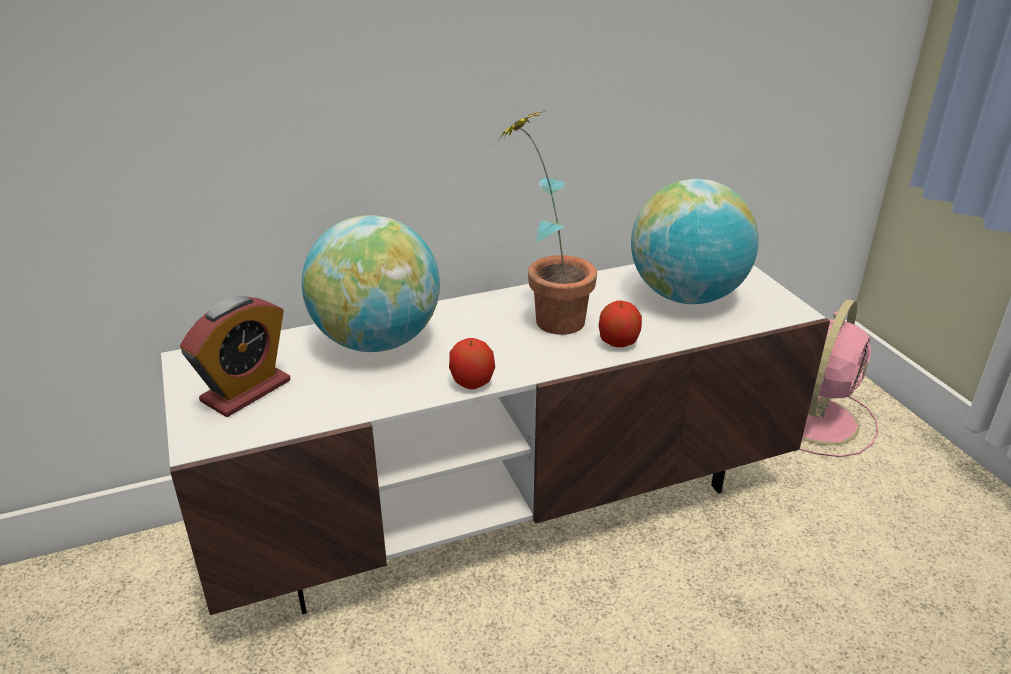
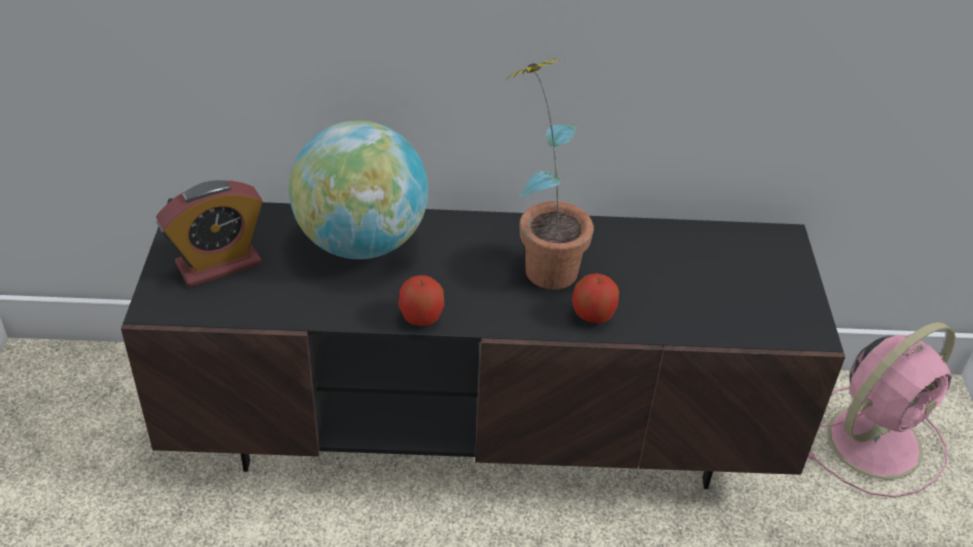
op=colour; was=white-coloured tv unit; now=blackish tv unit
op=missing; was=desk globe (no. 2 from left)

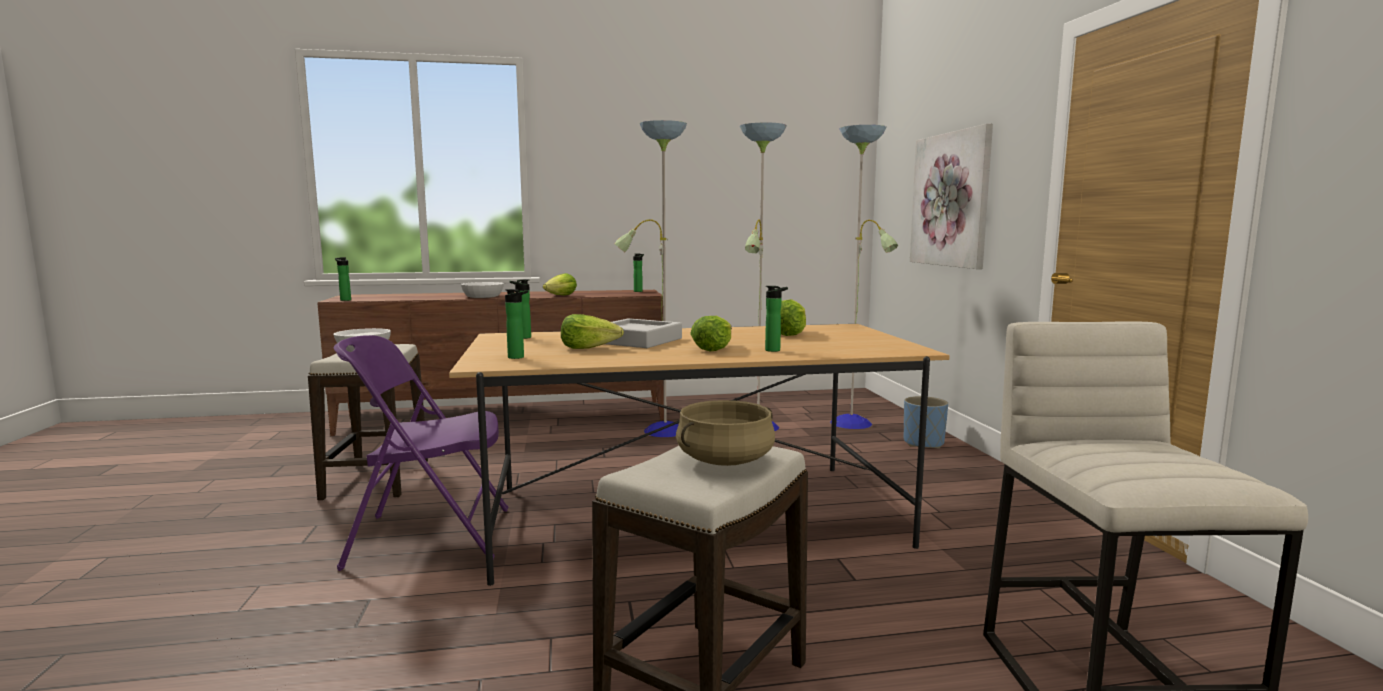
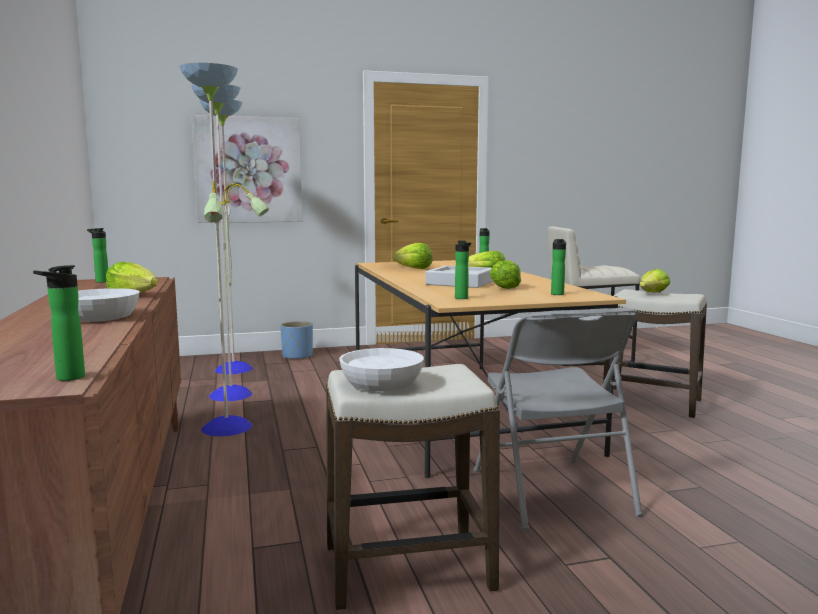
op=colour; was=purple-coloured chair; now=grey chair
op=exchanged; was=sand-coloured stockpot; now=lettuce head (no. 5 from left)

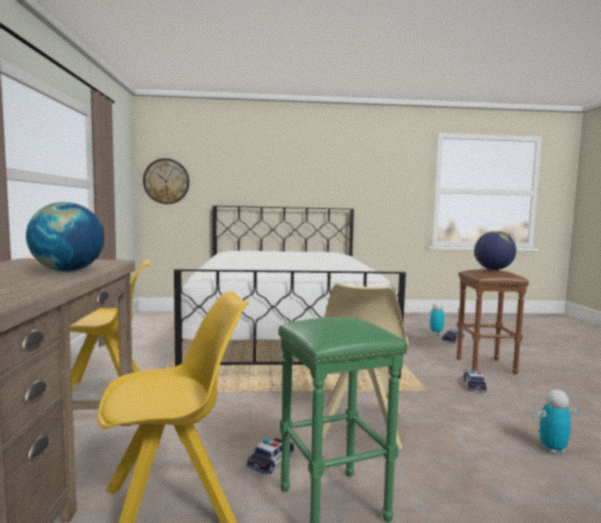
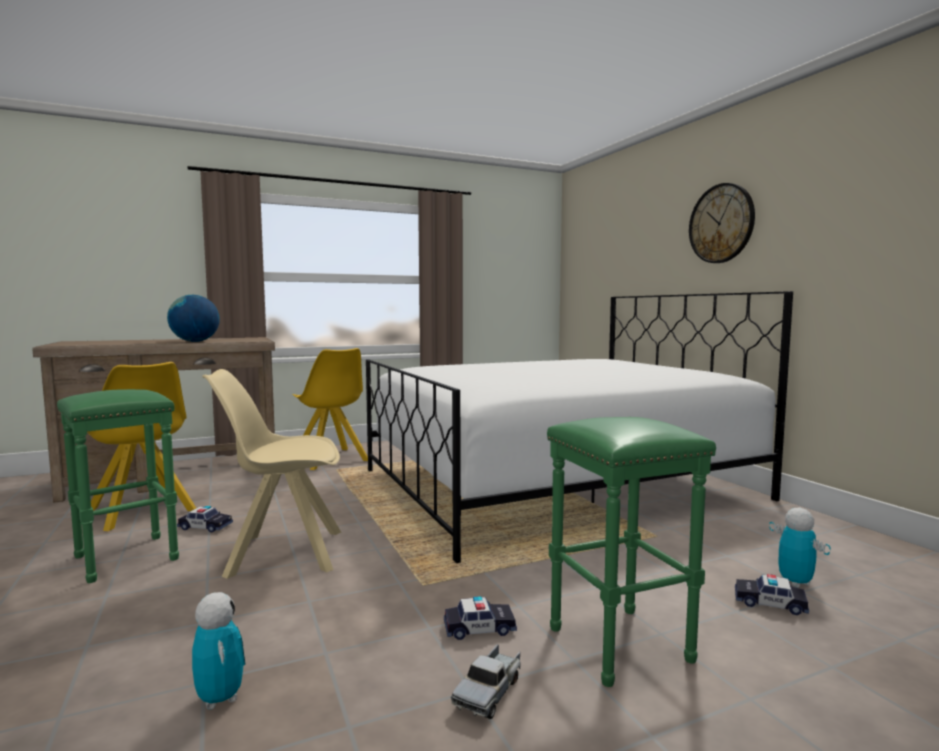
op=relocated; was=hanging clock
op=colour; was=brown-coloured stool; now=green stool (no. 2 from left)
op=missing; was=desk globe (no. 2 from left)
op=appeared; now=toy truck

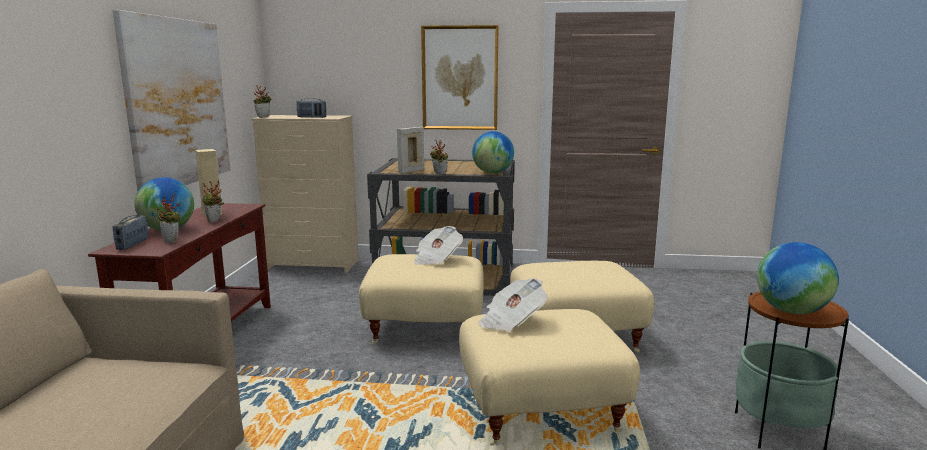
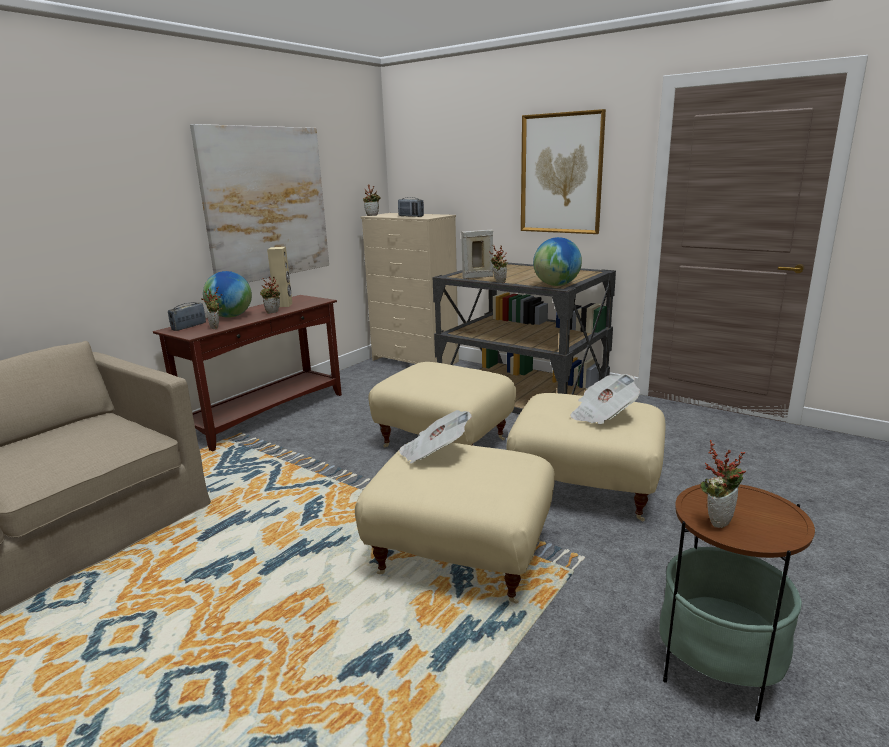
op=relocated; was=newspaper (no. 1 from left in the first image); now=newspaper (no. 2 from left)
op=exchanged; was=desk globe (no. 3 from left); now=potted plant (no. 5 from left)

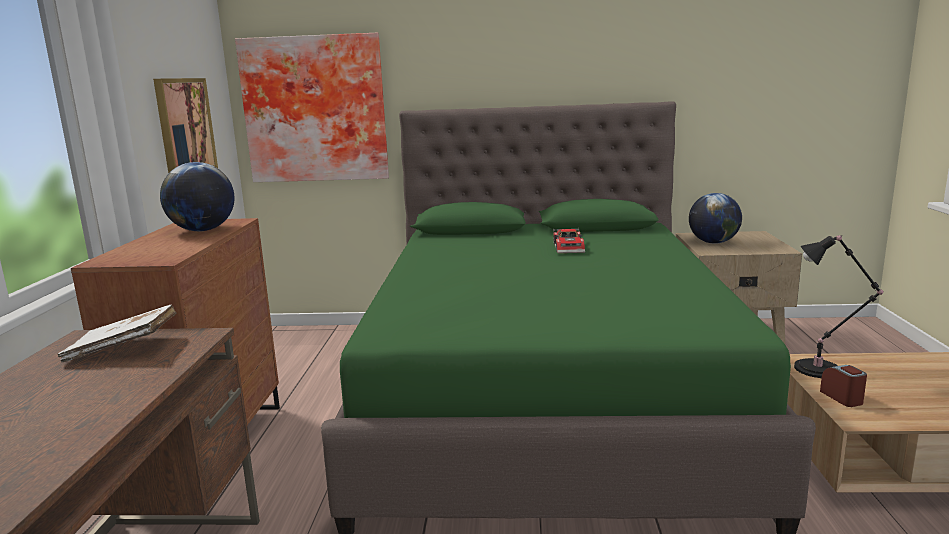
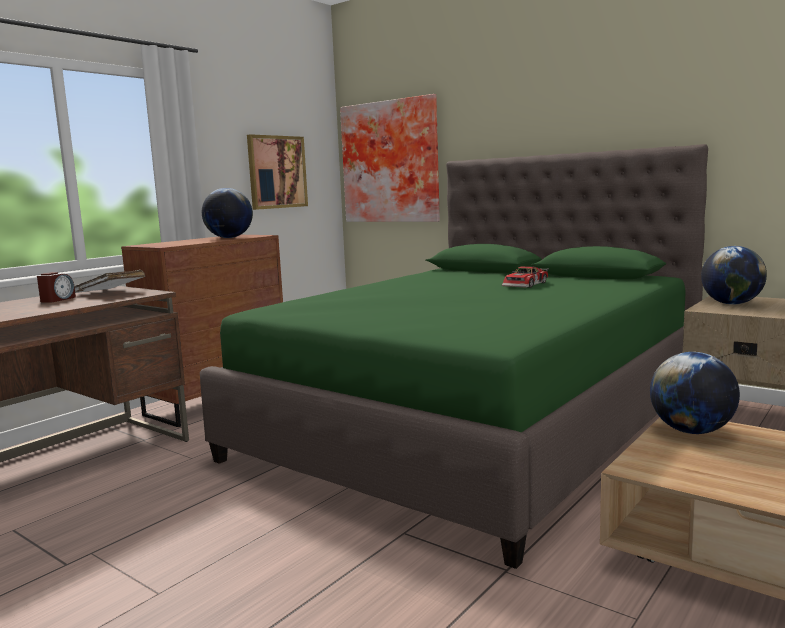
op=exchanged; was=blackish lamp for a table; now=desk globe (no. 2 from left)
op=relocated; was=alarm clock

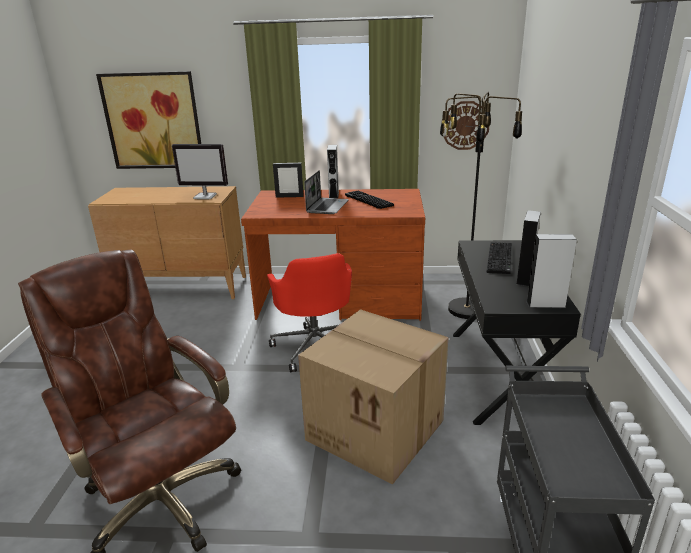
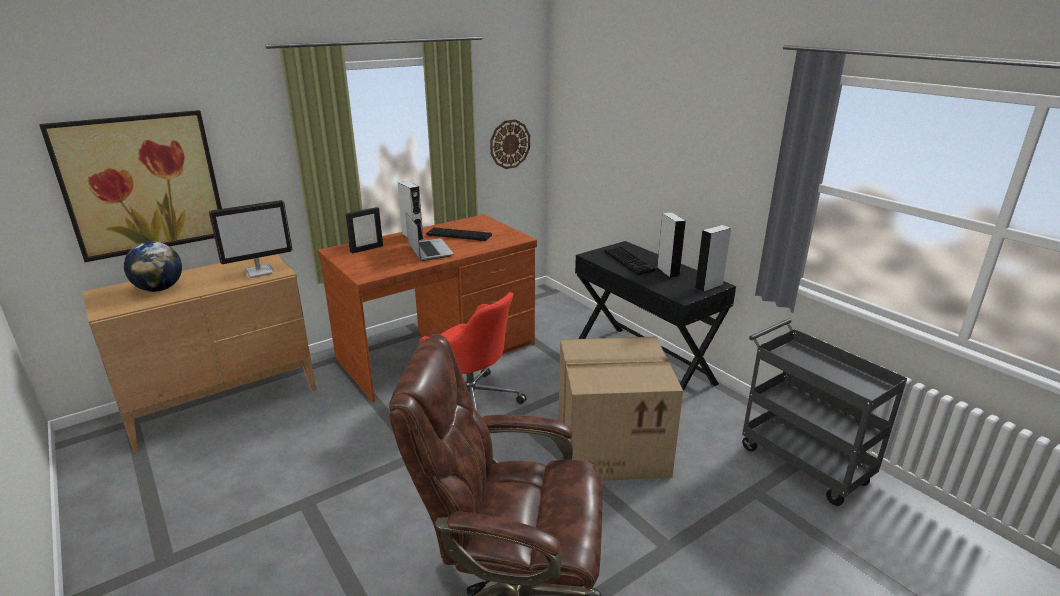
op=missing; was=floor lamp
op=appeared; now=desk globe

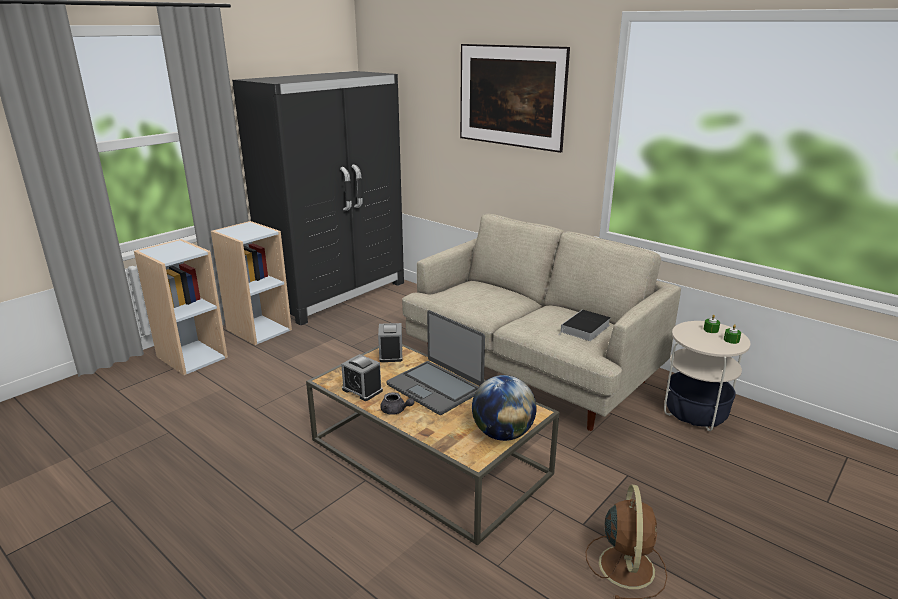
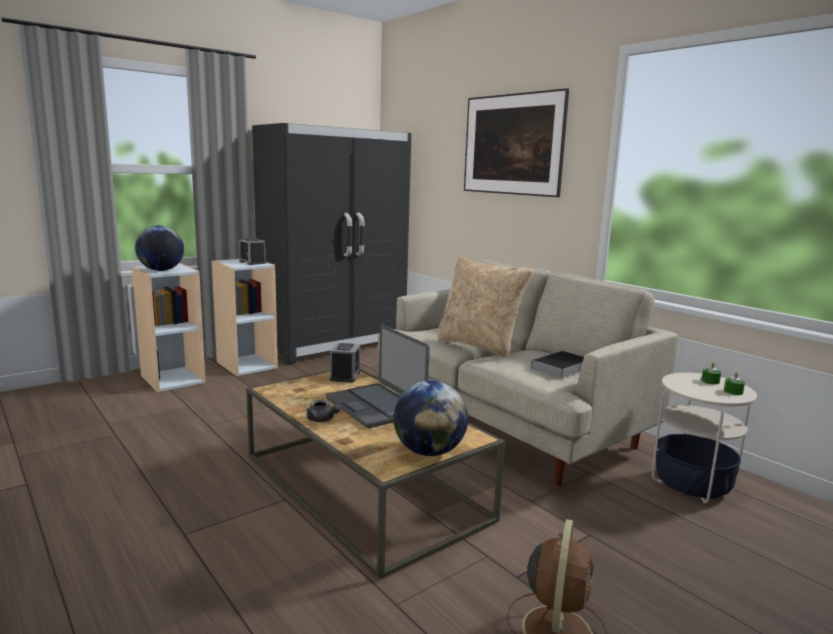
op=relocated; was=alarm clock (no. 1 from left)
op=appeared; now=desk globe (no. 1 from left)
op=appeared; now=sand-coloured throw pillow

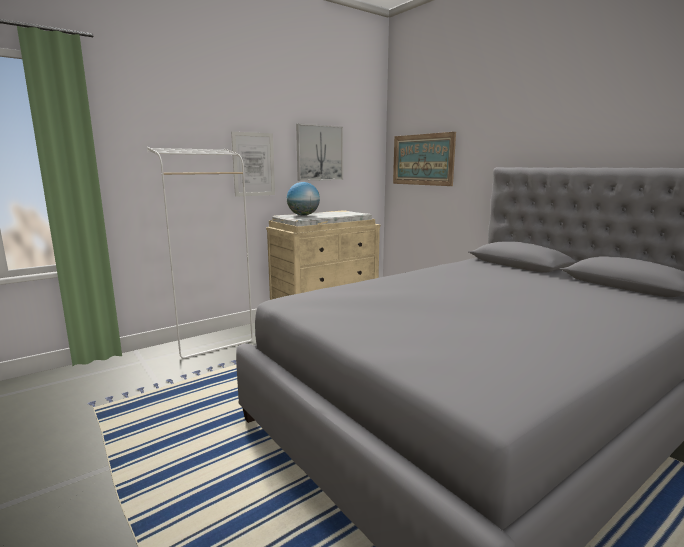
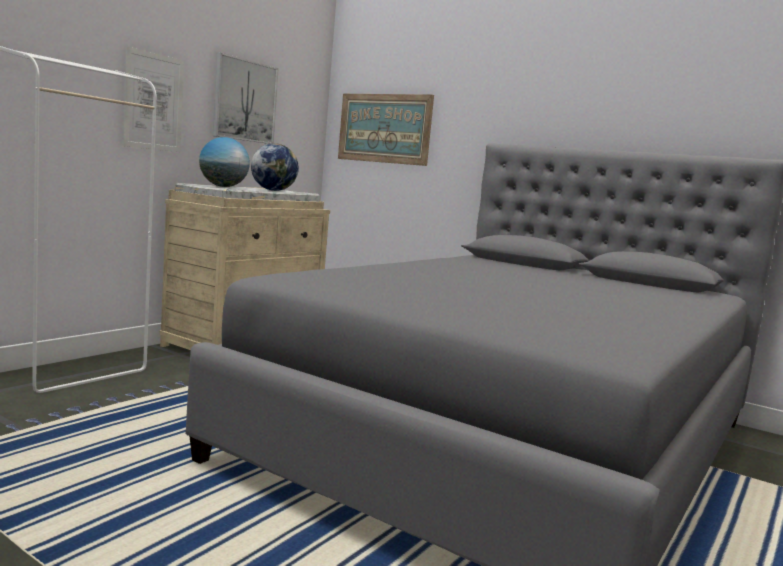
op=appeared; now=desk globe (no. 2 from left)

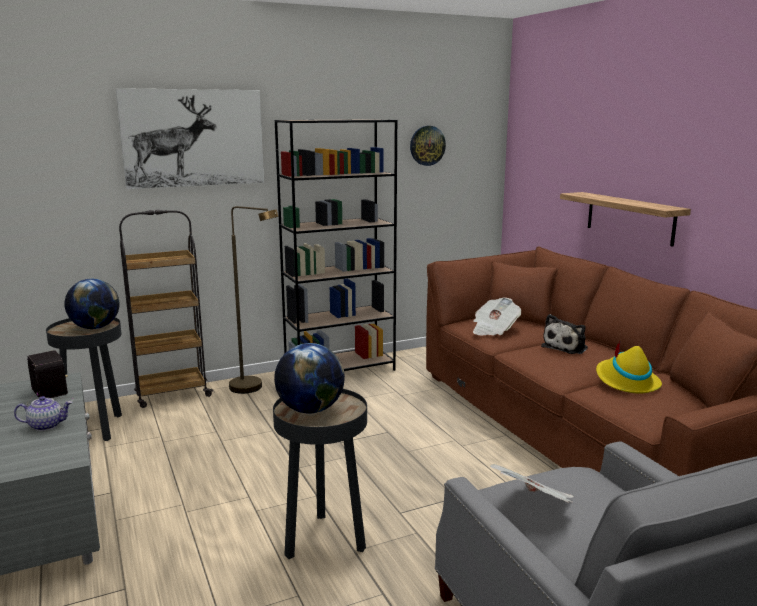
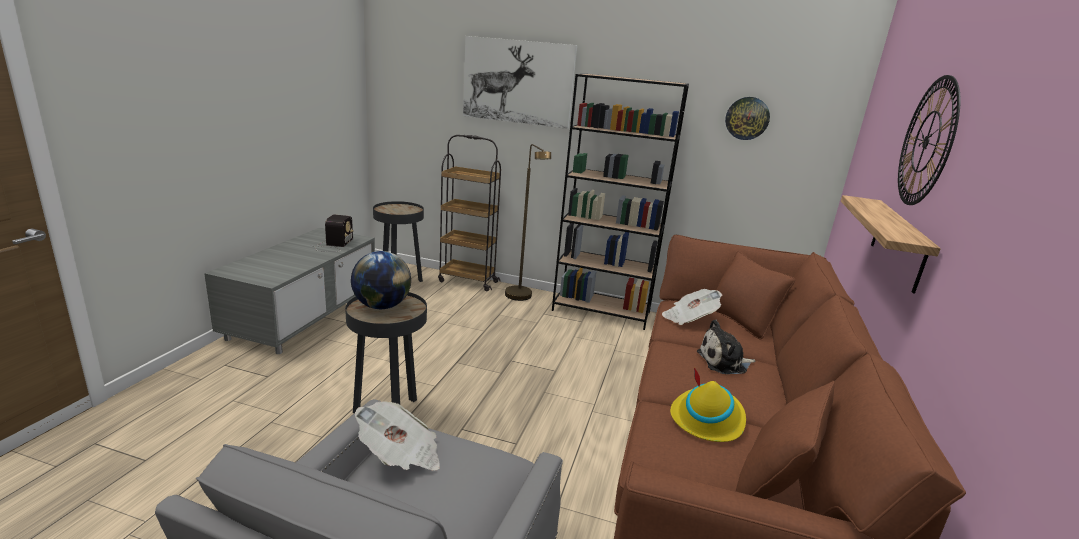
op=missing; was=tea pot
op=missing; was=desk globe (no. 1 from left)
op=appeared; now=hanging clock (no. 2 from left)

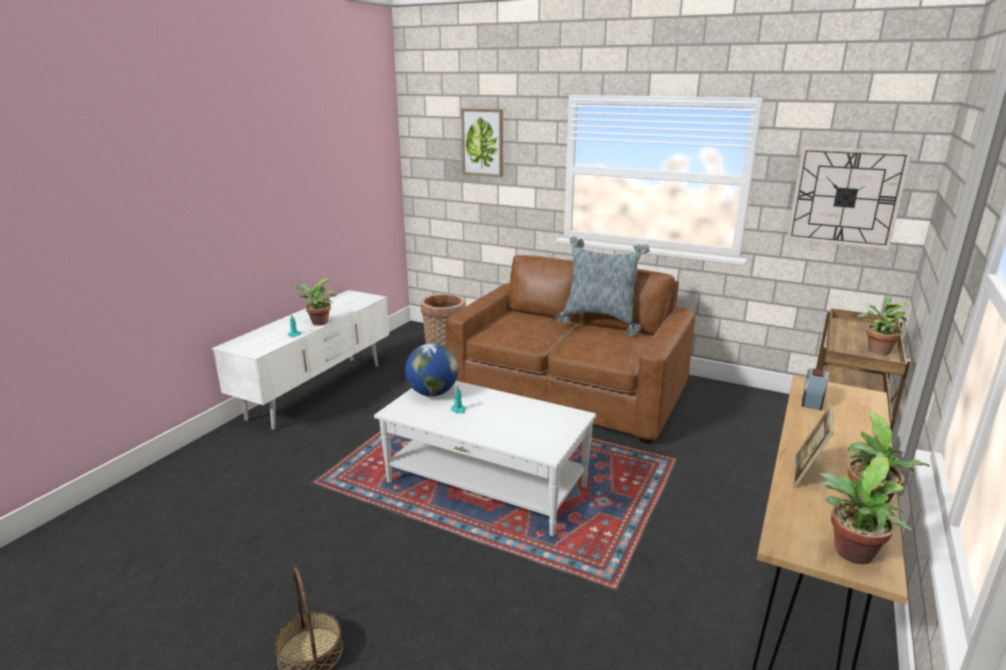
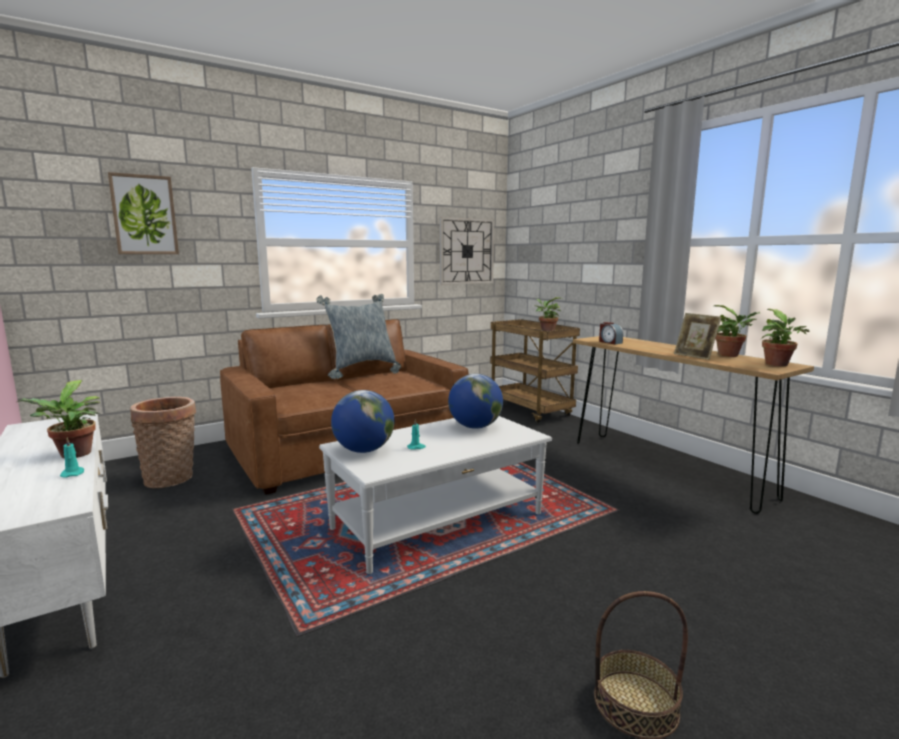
op=appeared; now=desk globe (no. 2 from left)

